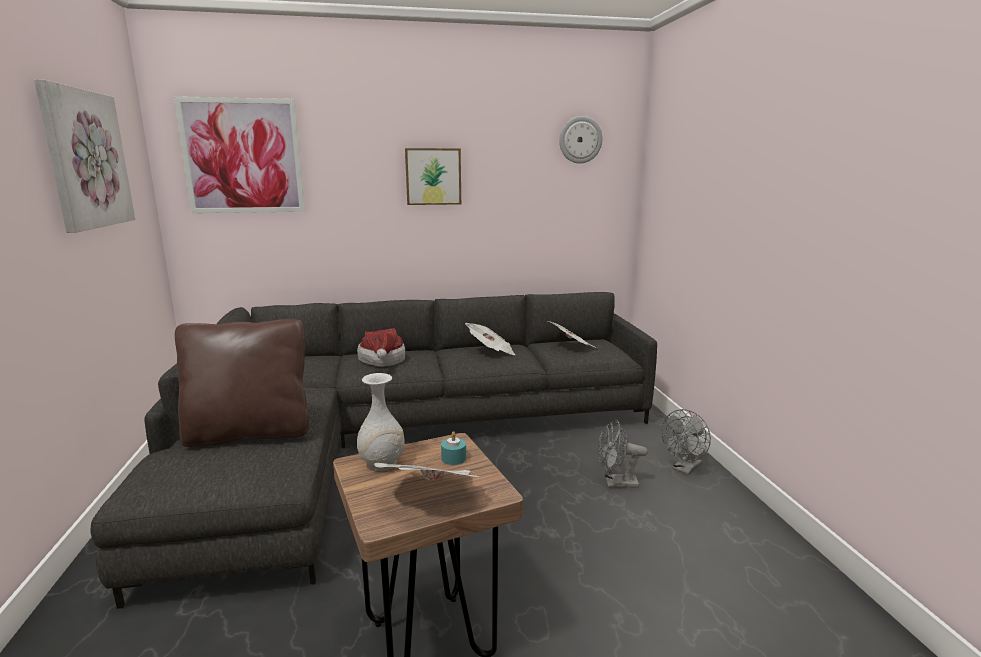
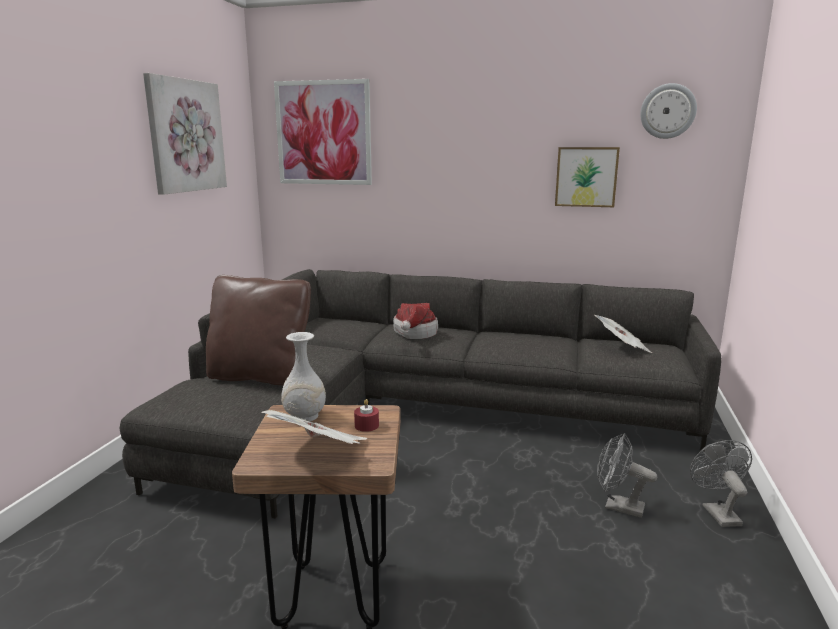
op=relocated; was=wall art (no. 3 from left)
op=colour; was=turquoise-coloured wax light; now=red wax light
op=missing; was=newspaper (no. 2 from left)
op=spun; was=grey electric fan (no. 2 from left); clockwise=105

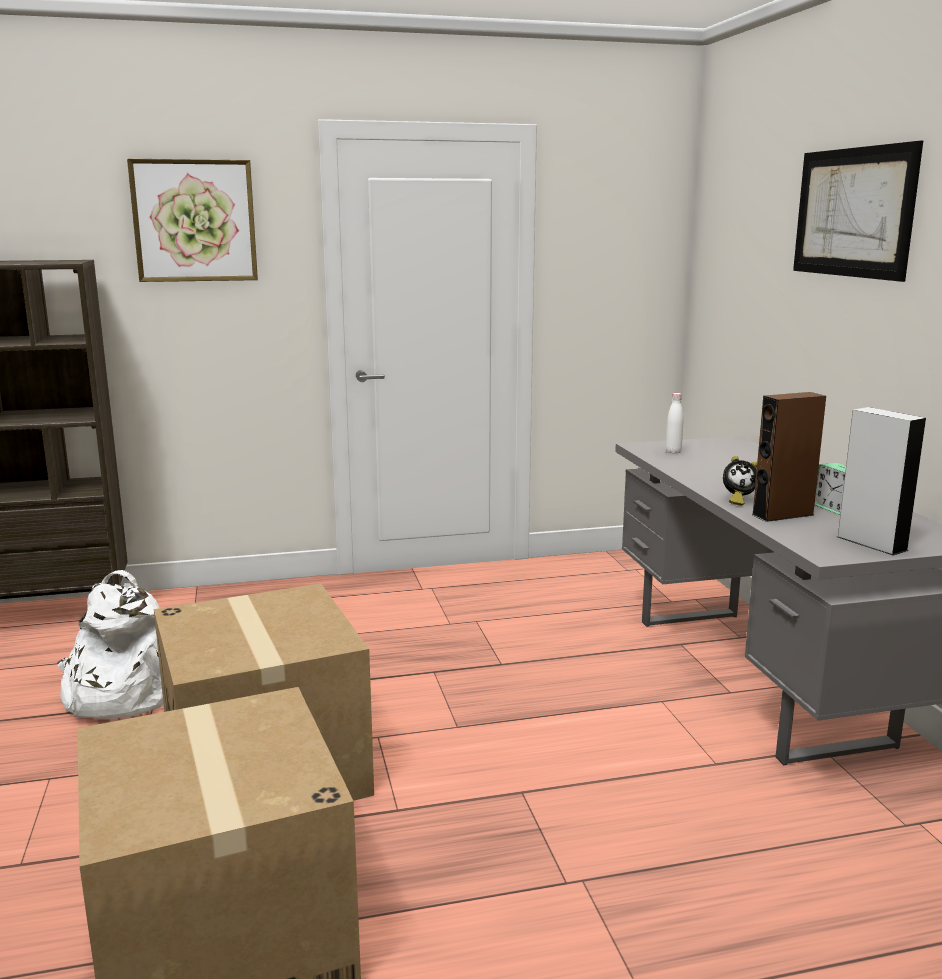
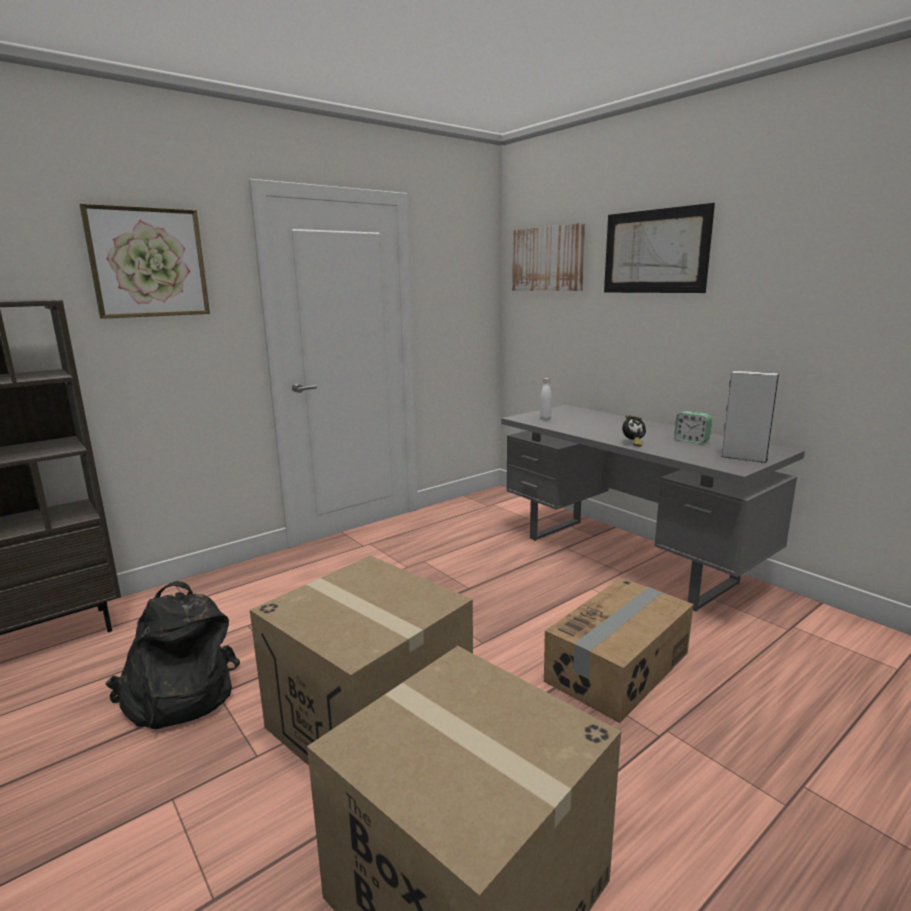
op=colour; was=white-coloured backpack; now=blackish backpack
op=missing; was=brown-coloured audio speaker
op=appeared; now=wall art (no. 2 from left)
op=appeared; now=carton (no. 3 from left)

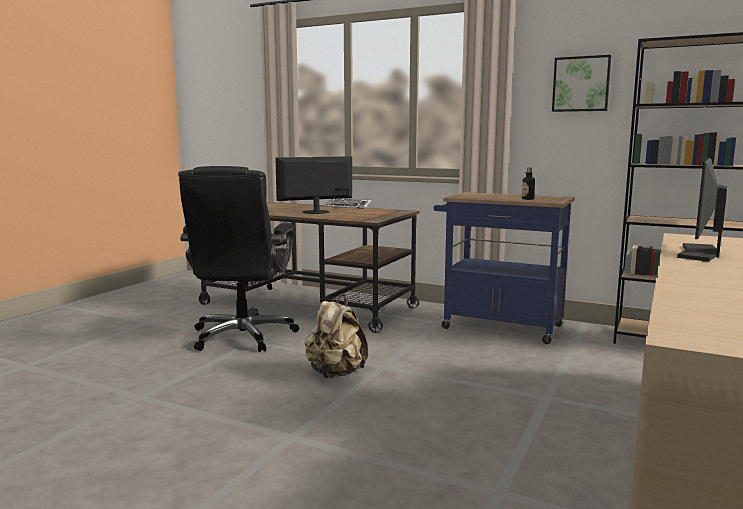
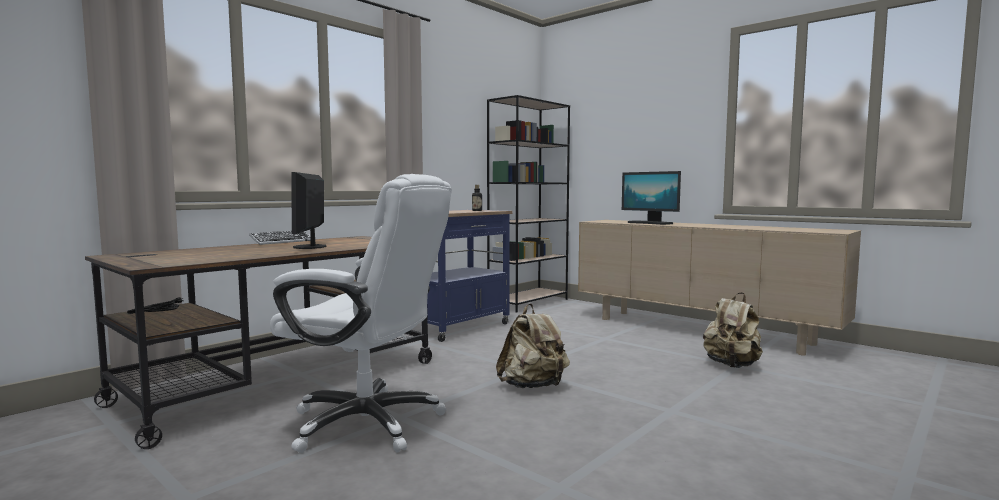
op=colour; was=blackish office chair; now=white-coloured office chair
op=missing; was=wall art
op=appeared; now=sand-coloured backpack (no. 2 from left)

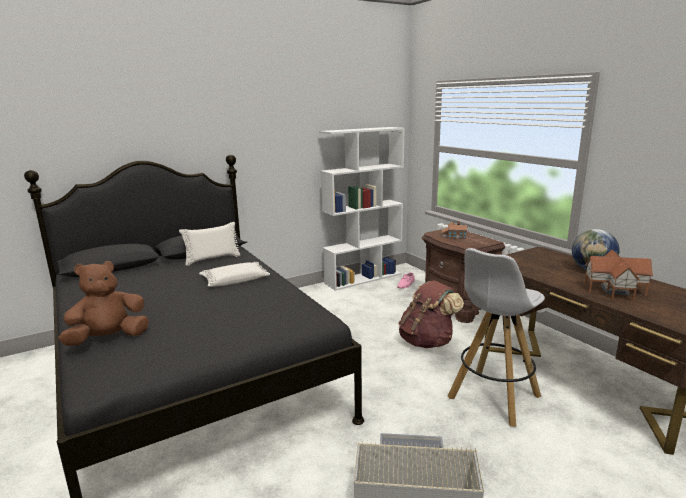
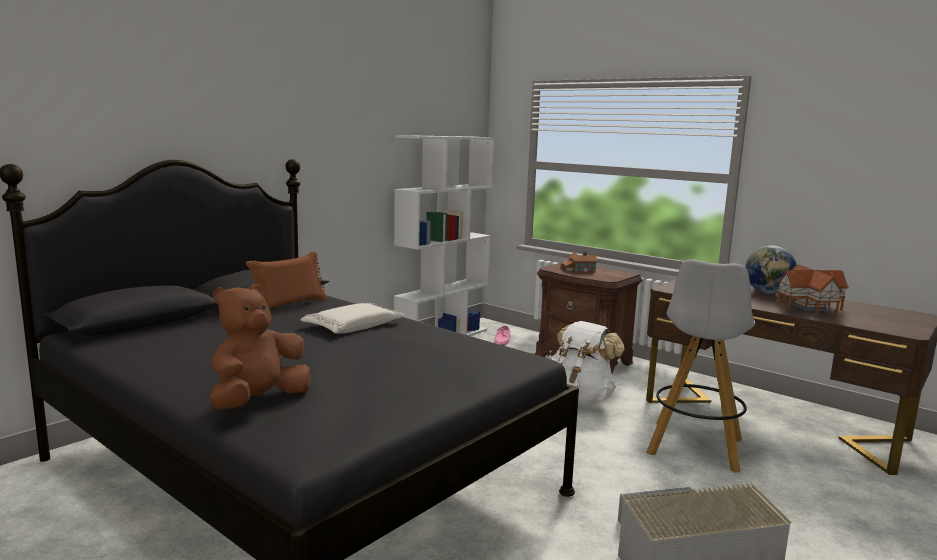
op=colour; was=white-coloured throw pillow (no. 1 from left); now=brown-coloured throw pillow
op=colour; was=brown-coloured backpack; now=white-coloured backpack

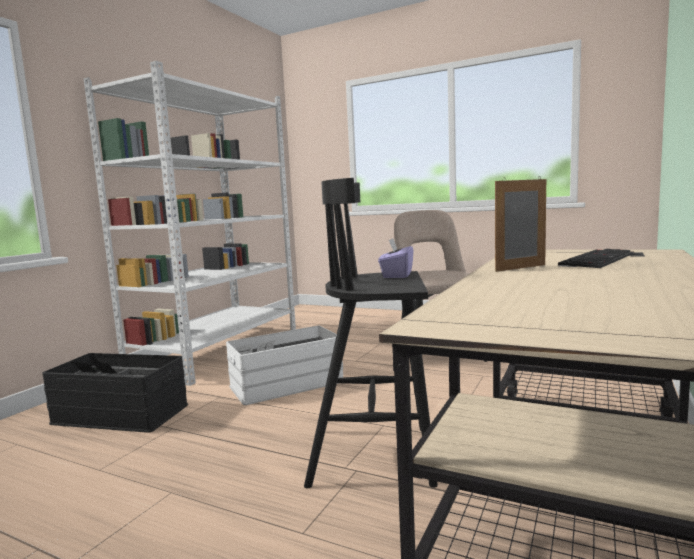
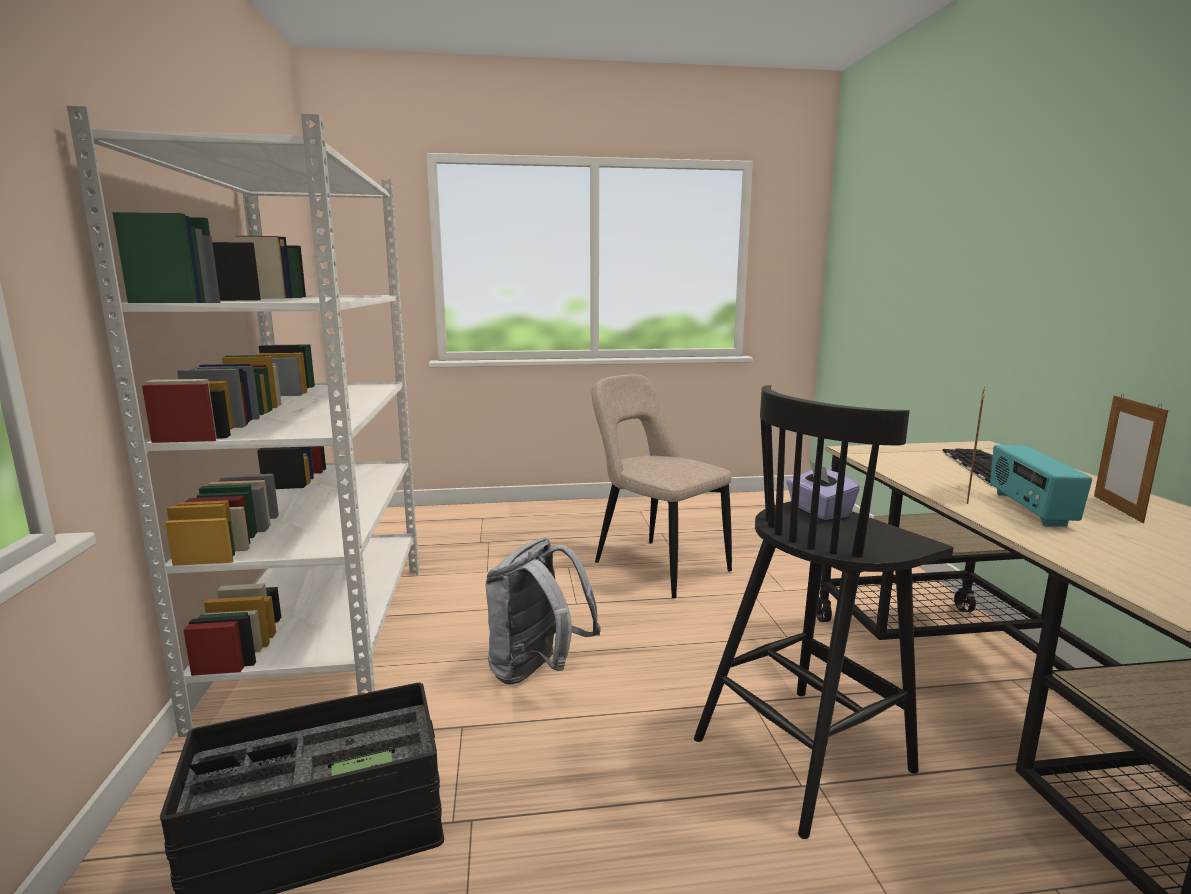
op=exchanged; was=white-coloured storage container; now=grey backpack
op=appeared; now=radio
op=appeared; now=standing frame (no. 2 from left)

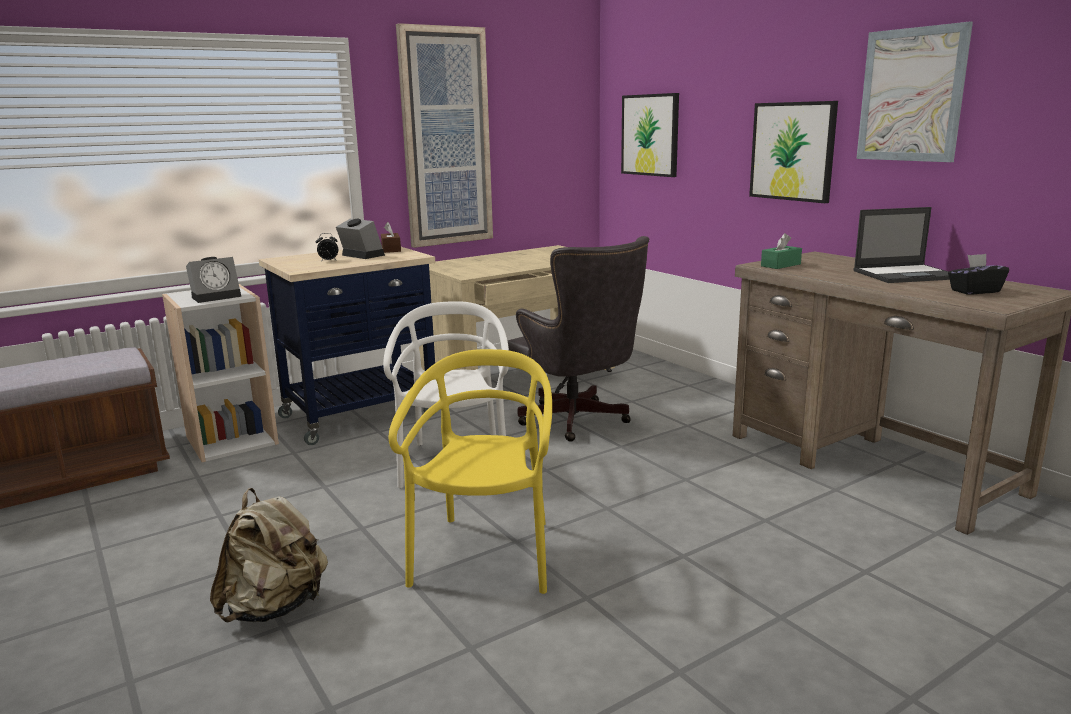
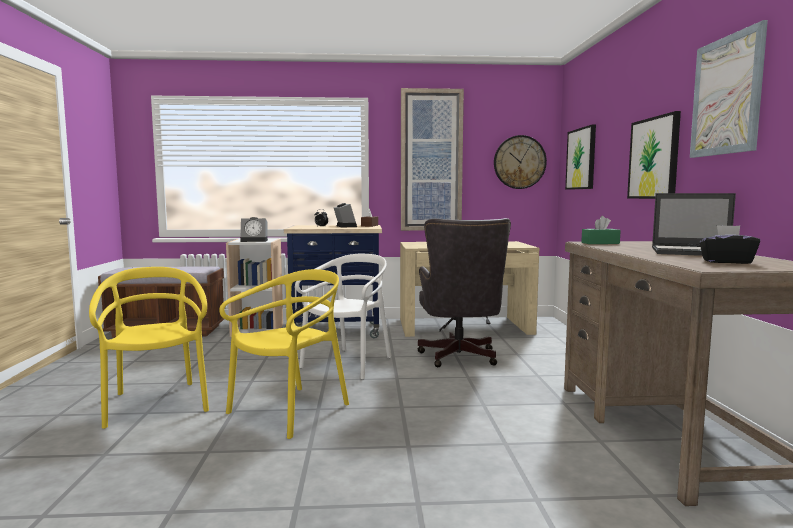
op=exchanged; was=sand-coloured backpack; now=yellow-coloured chair (no. 1 from left)
op=appeared; now=hanging clock

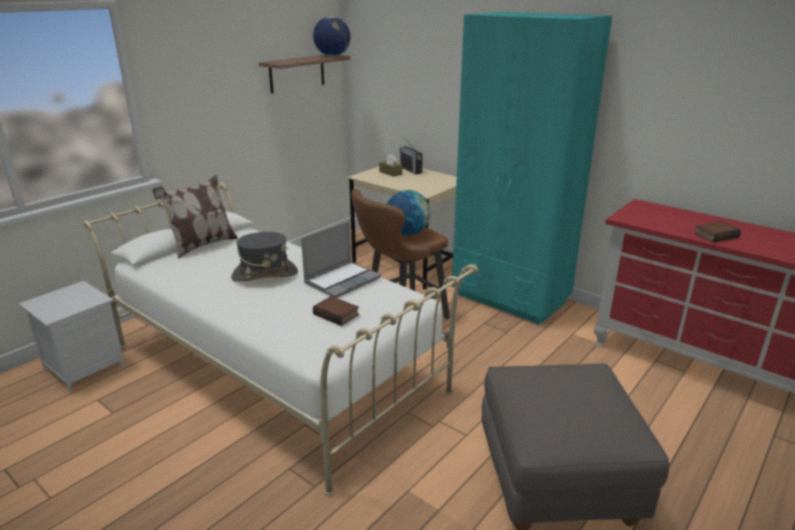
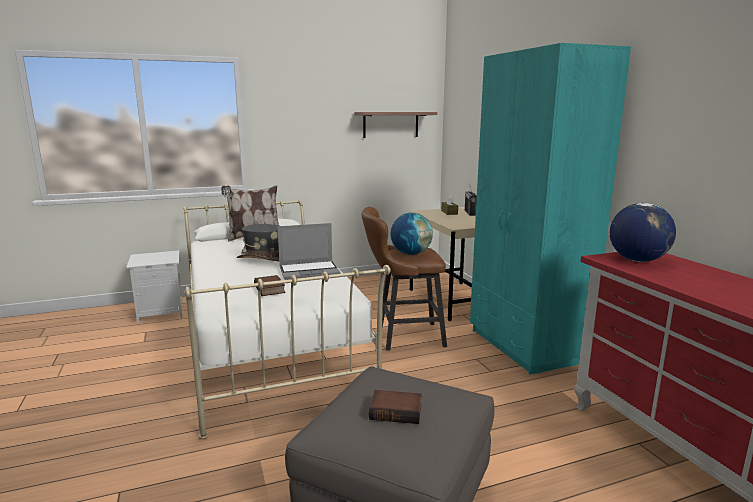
op=relocated; was=desk globe (no. 1 from left in the first image); now=desk globe (no. 2 from left)
op=relocated; was=bound book (no. 2 from left)

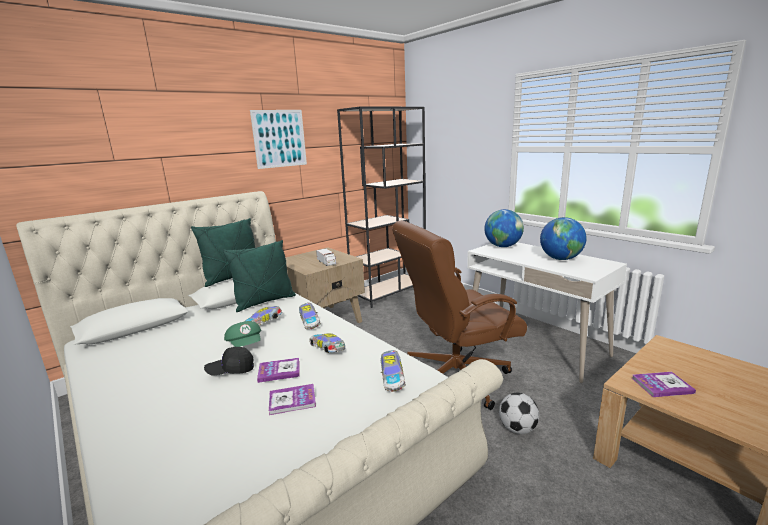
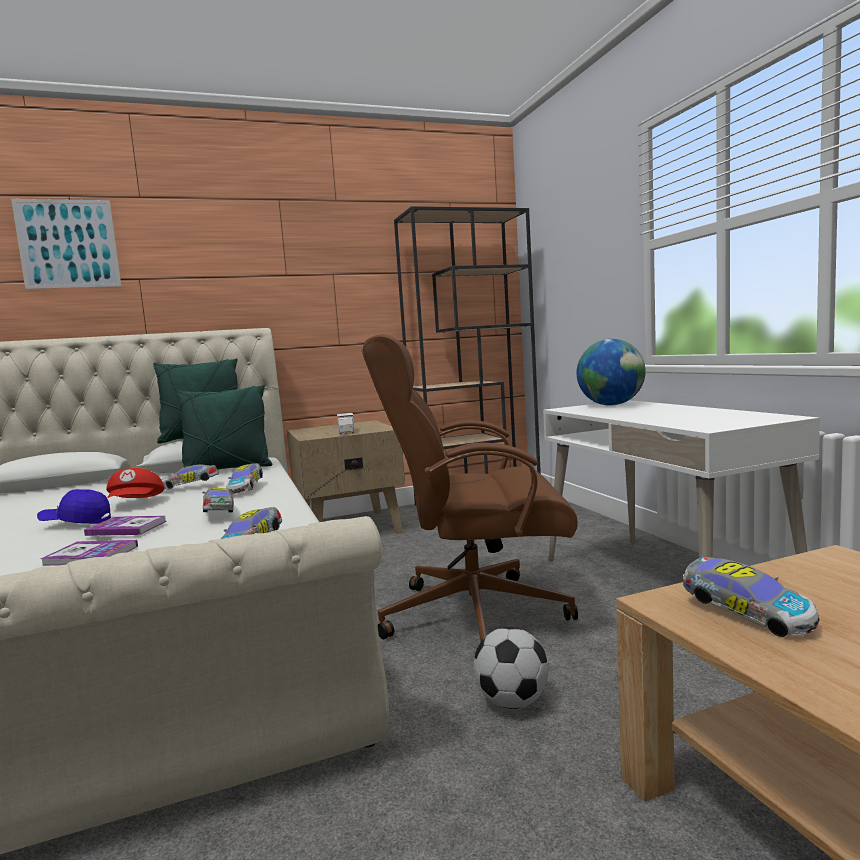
op=colour; was=blackish cap; now=blue-coloured cap
op=colour; was=green cap; now=red cap
op=relocated; was=wall art
op=missing; was=desk globe (no. 2 from left)
op=exchanged; was=bound book (no. 3 from left); now=toy car (no. 5 from left)

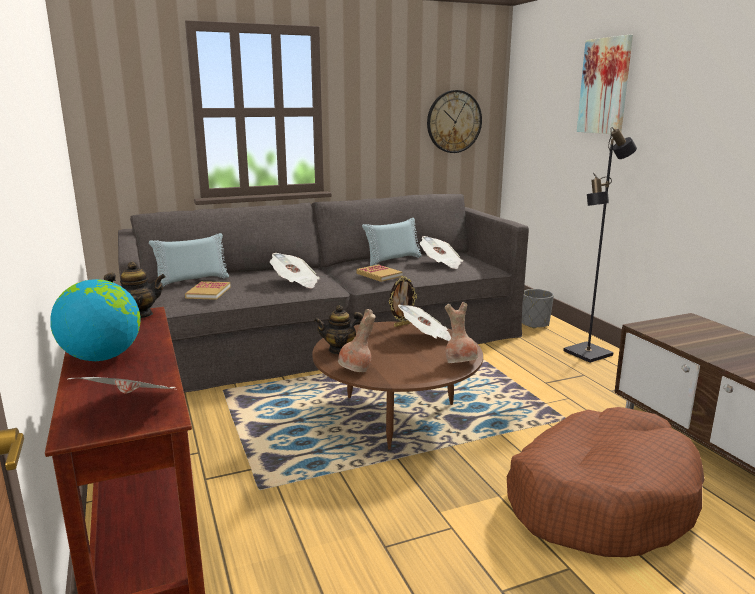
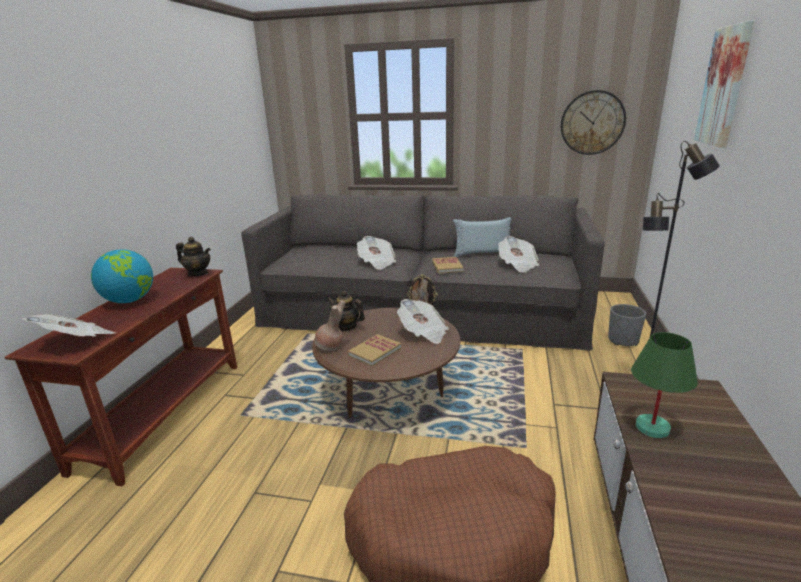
op=missing; was=blue-coloured throw pillow (no. 1 from left)
op=relocated; was=bound book (no. 1 from left)
op=missing; was=brown-coloured vase (no. 2 from left)
op=appeared; now=green lamp for a table

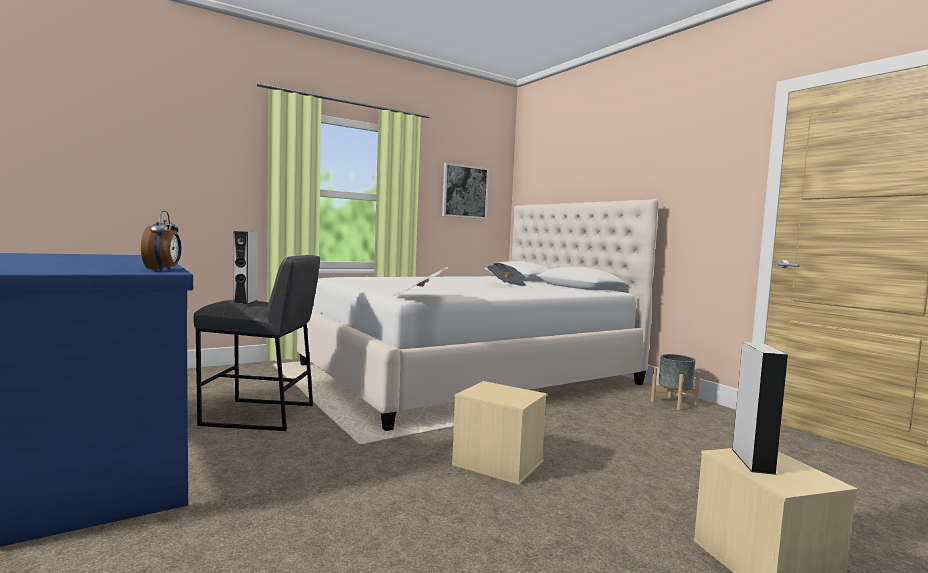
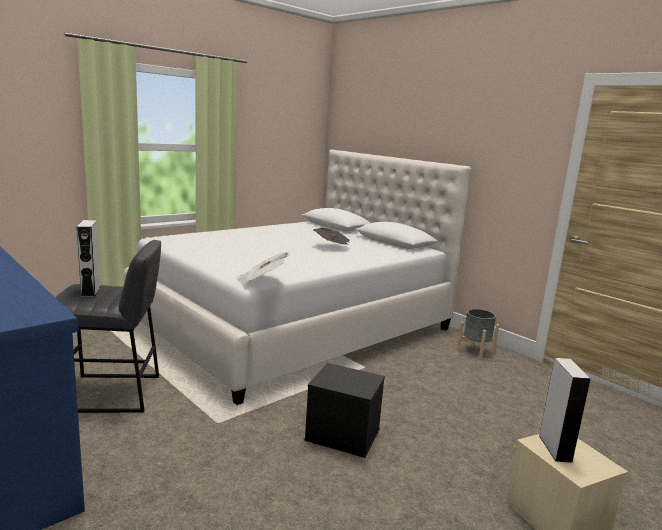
op=missing; was=alarm clock
op=missing; was=wall art
op=colour; was=sand-coloured storage container (no. 1 from left); now=blackish storage container

